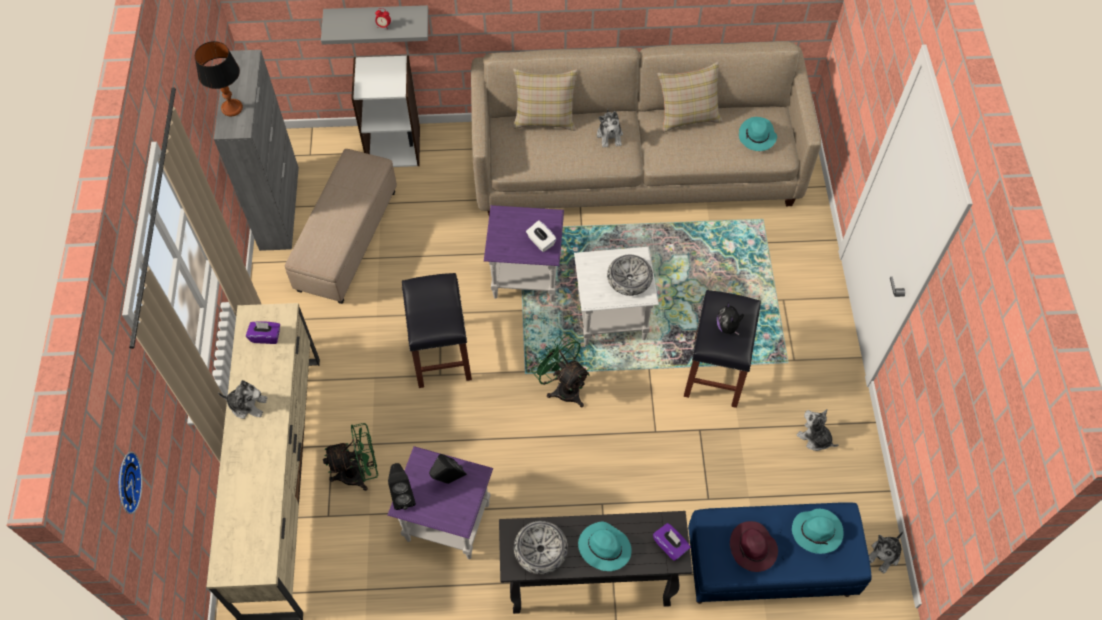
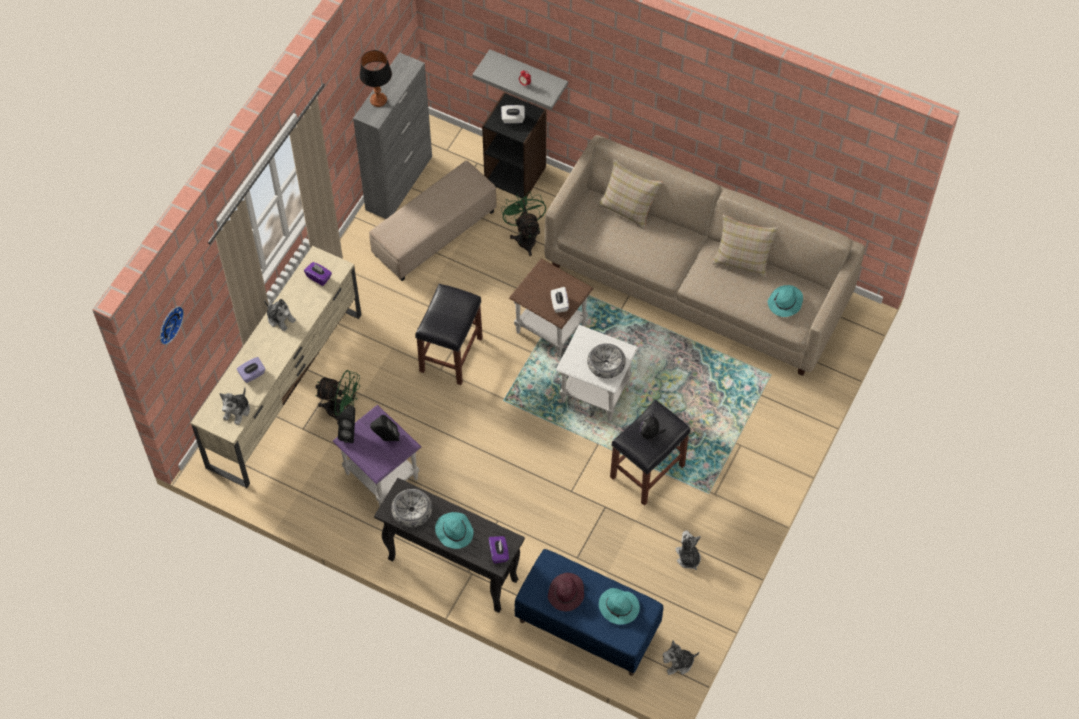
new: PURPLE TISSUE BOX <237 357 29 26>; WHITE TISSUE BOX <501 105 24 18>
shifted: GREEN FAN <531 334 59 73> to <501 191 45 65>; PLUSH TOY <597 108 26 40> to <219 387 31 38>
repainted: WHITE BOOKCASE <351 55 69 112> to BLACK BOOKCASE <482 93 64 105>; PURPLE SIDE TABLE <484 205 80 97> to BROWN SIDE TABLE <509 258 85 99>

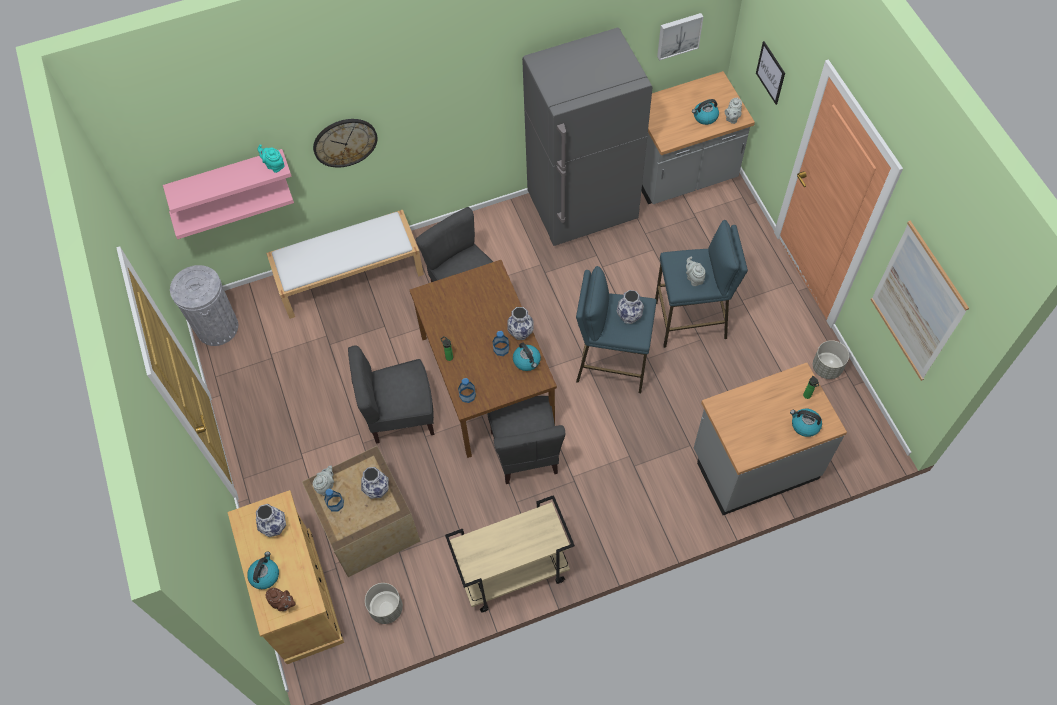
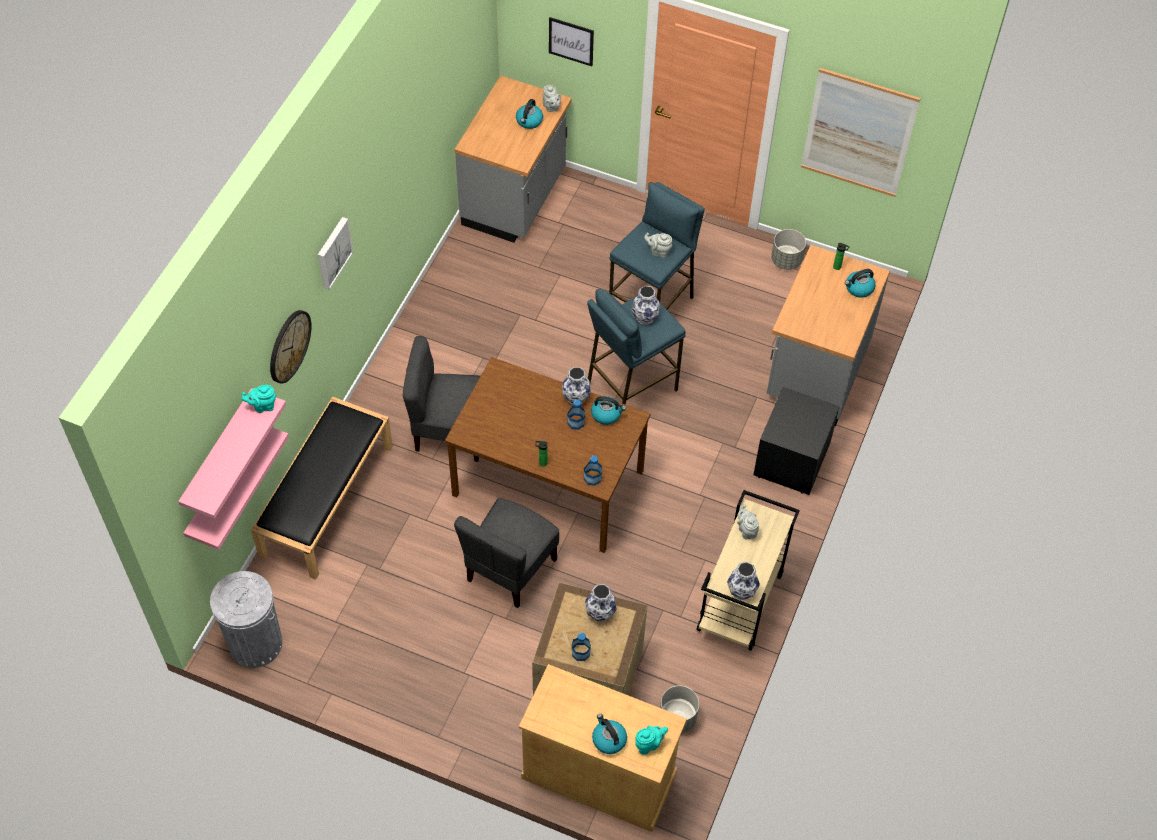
gone: GREY CHAIR <487 396 79 88>; GREY FRIDGE <522 28 131 218>
new: BLACK NIGHTSTAND <753 387 87 108>
shifted: VASE <256 504 30 33> to <727 562 33 38>; GREY TEAPOT <313 465 21 31> to <737 504 22 35>; PICTURE <657 13 46 48> to <318 217 35 73>
repainted: WHITE BENCH <266 210 158 109> to BLACK BENCH <251 396 142 184>; BROWN TEAPOT <266 588 30 23> to TURQUOISE TEAPOT <635 726 33 29>

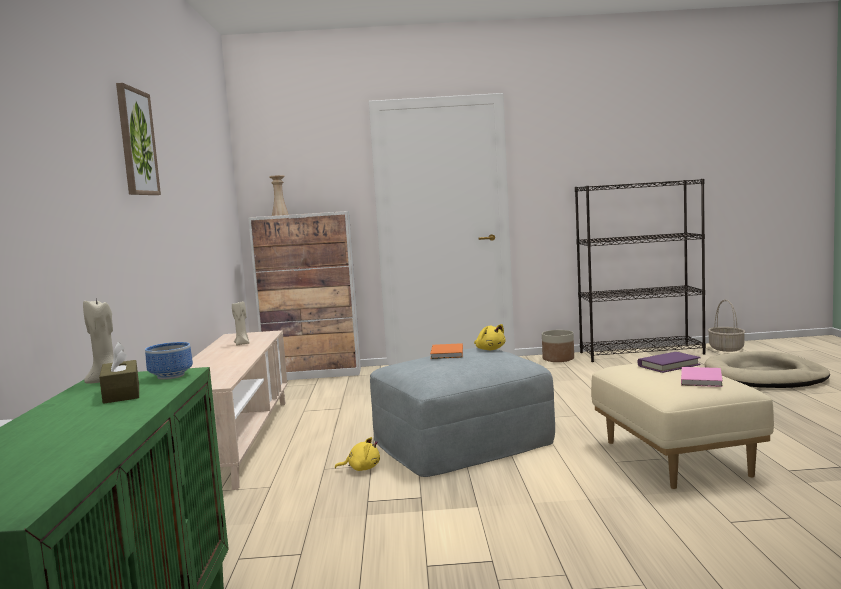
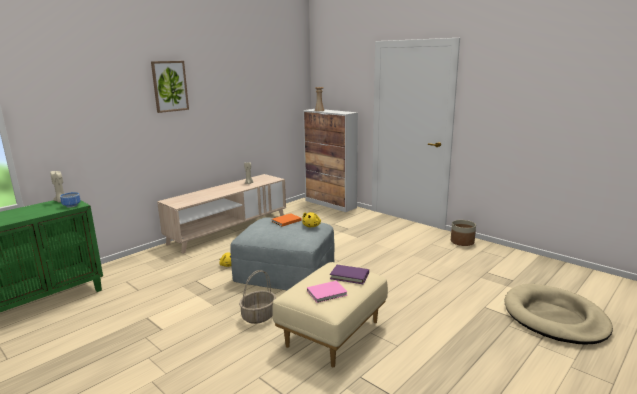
gone: BROWN TISSUE BOX <99 342 40 62>; BLACK BOOKCASE <575 179 131 183>
shifted: BASKET <708 300 37 52> to <239 270 37 54>

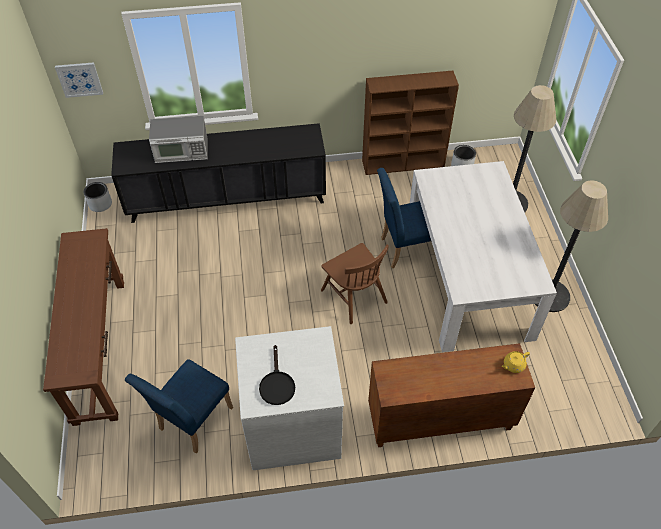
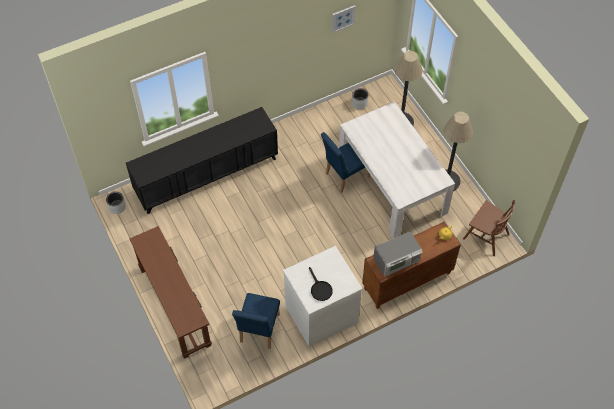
gone: BROWN BOOKCASE <362 71 97 104>
shifted: PICTURE <55 62 48 36> to <332 5 24 28>; MICROWAVE <149 116 59 47> to <373 231 49 46>; BROWN CHAIR <321 243 68 81> to <463 200 52 56>

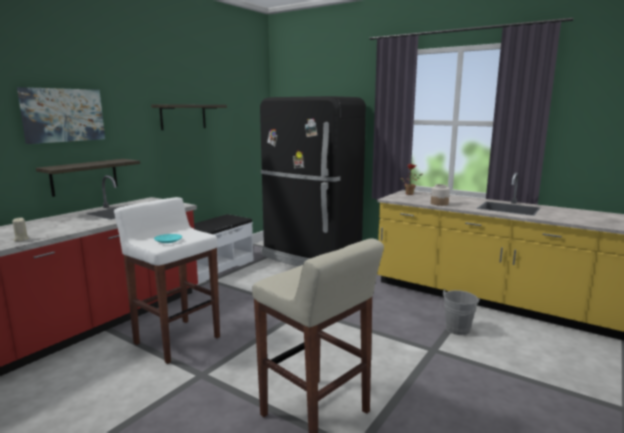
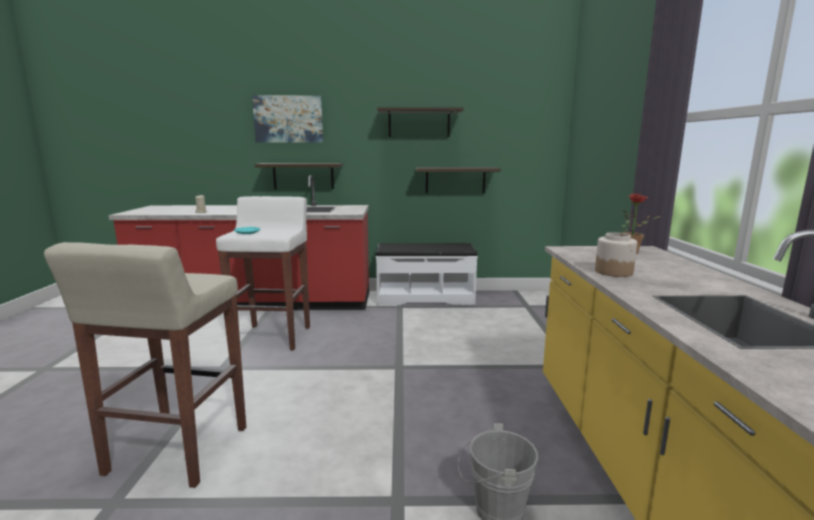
gone: BLACK FRIDGE <260 96 106 170>
new: SHELF <416 167 85 26>

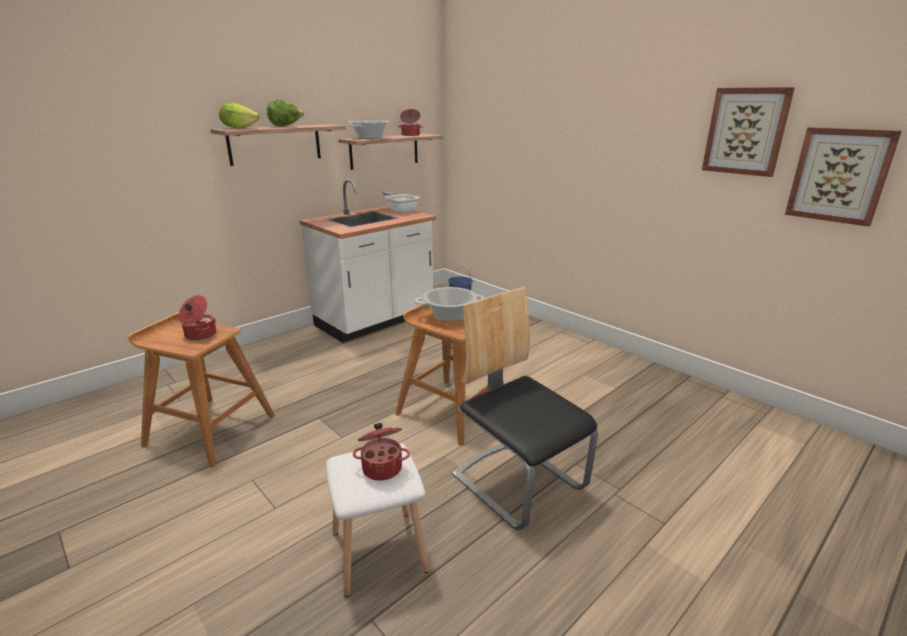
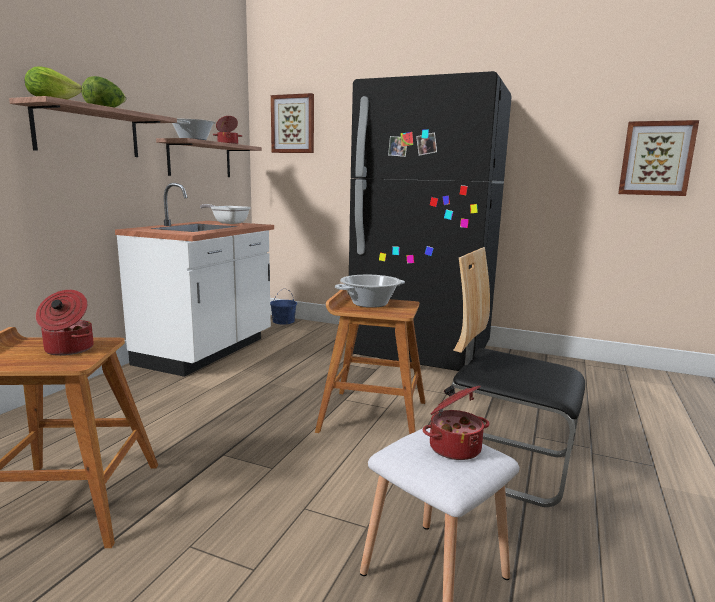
new: BLACK FRIDGE <348 71 164 300>
shifted: PICTURE <702 87 93 90> to <271 93 43 60>

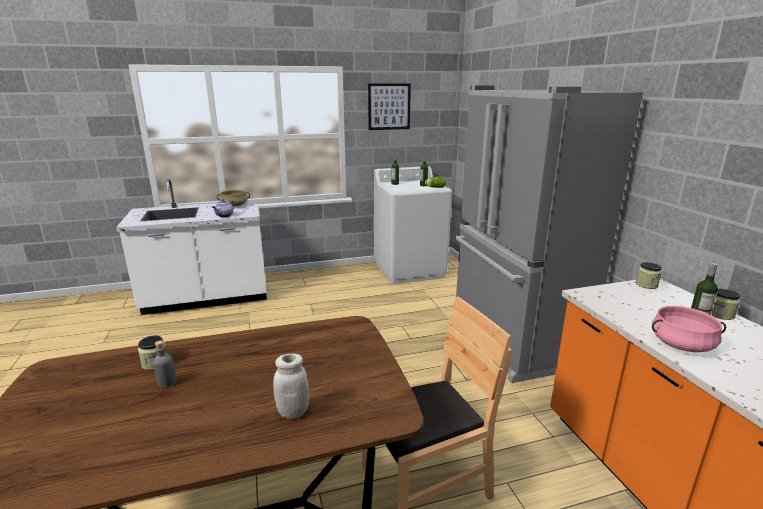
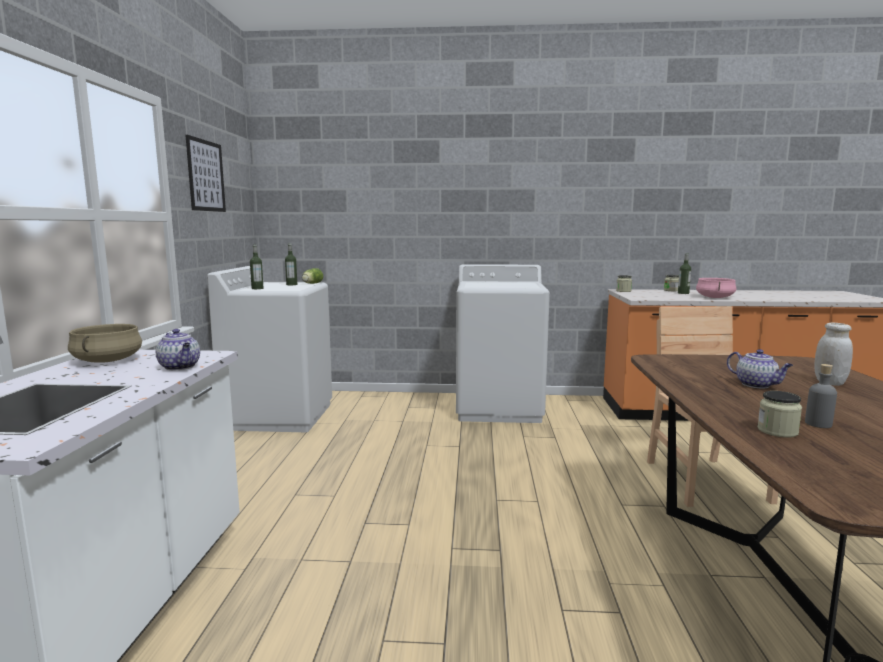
new: TEAPOT <727 349 66 39>
swapped: GREY FRIDGE <455 86 188 297> to WHITE WASHING MACHINE <456 264 94 159>

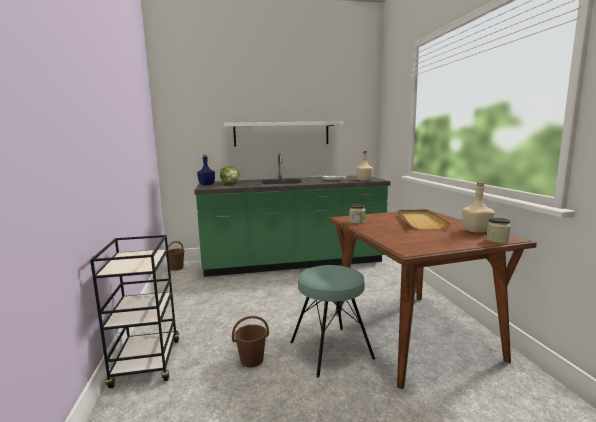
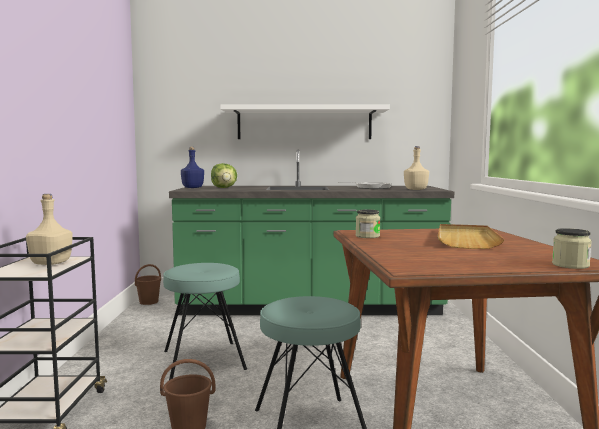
new: TURQUOISE STOOL <163 263 84 117>
shifted: BEIGE BOTTLE <462 182 33 51> to <26 194 47 71>

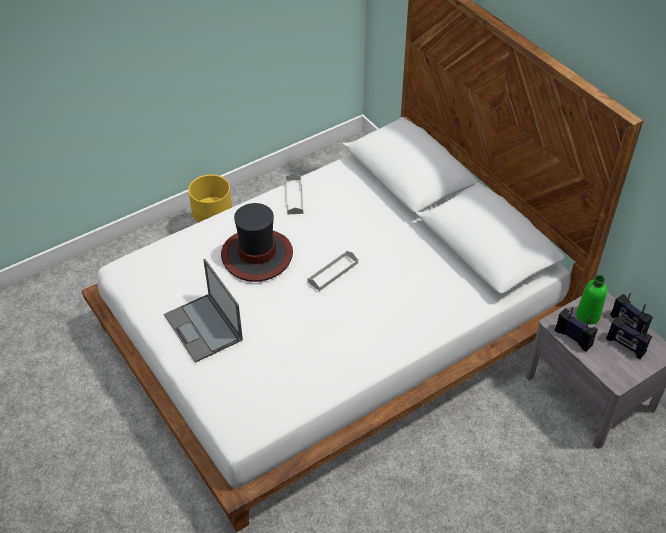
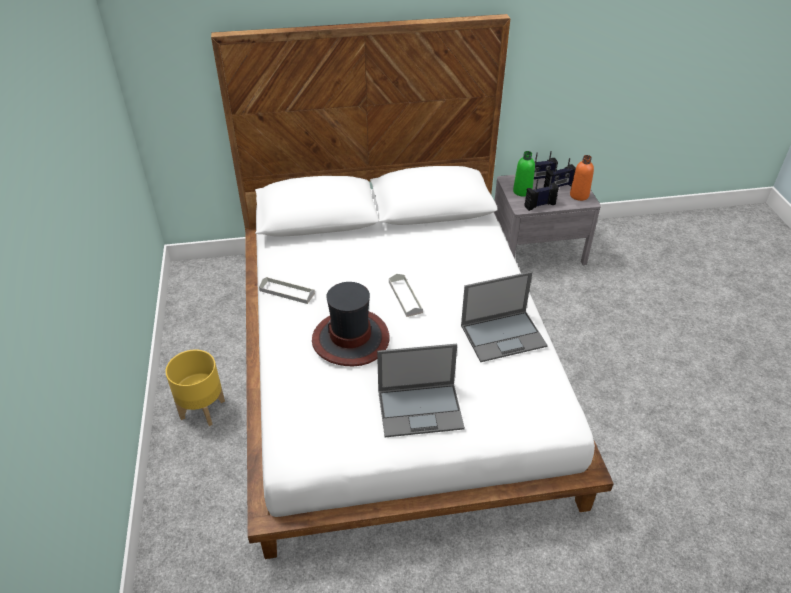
new: LAPTOP <461 271 87 91>; ORANGE BOTTLE <570 155 24 46>

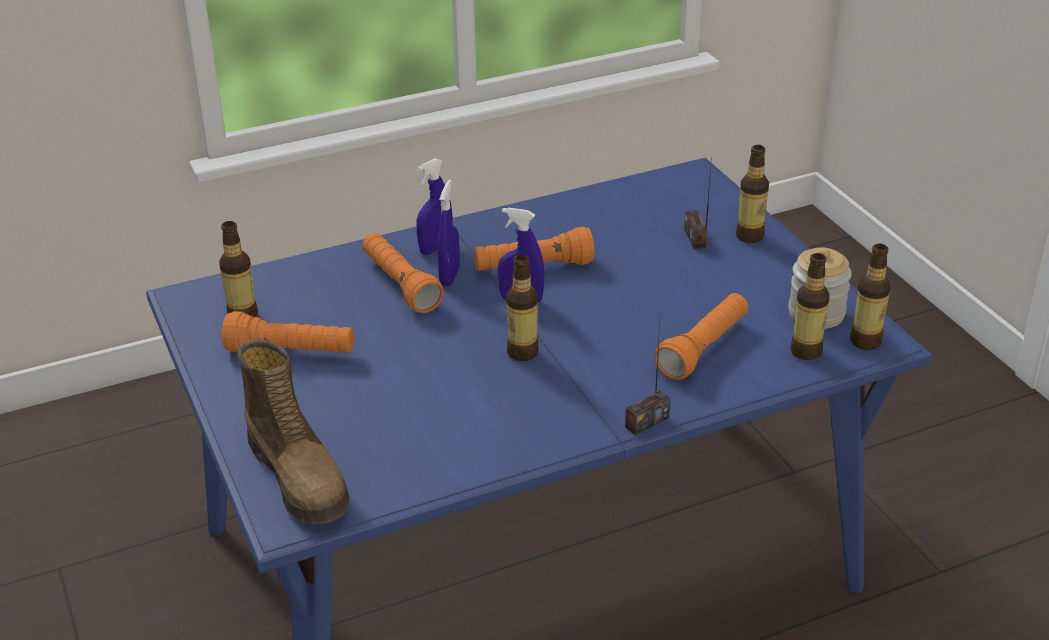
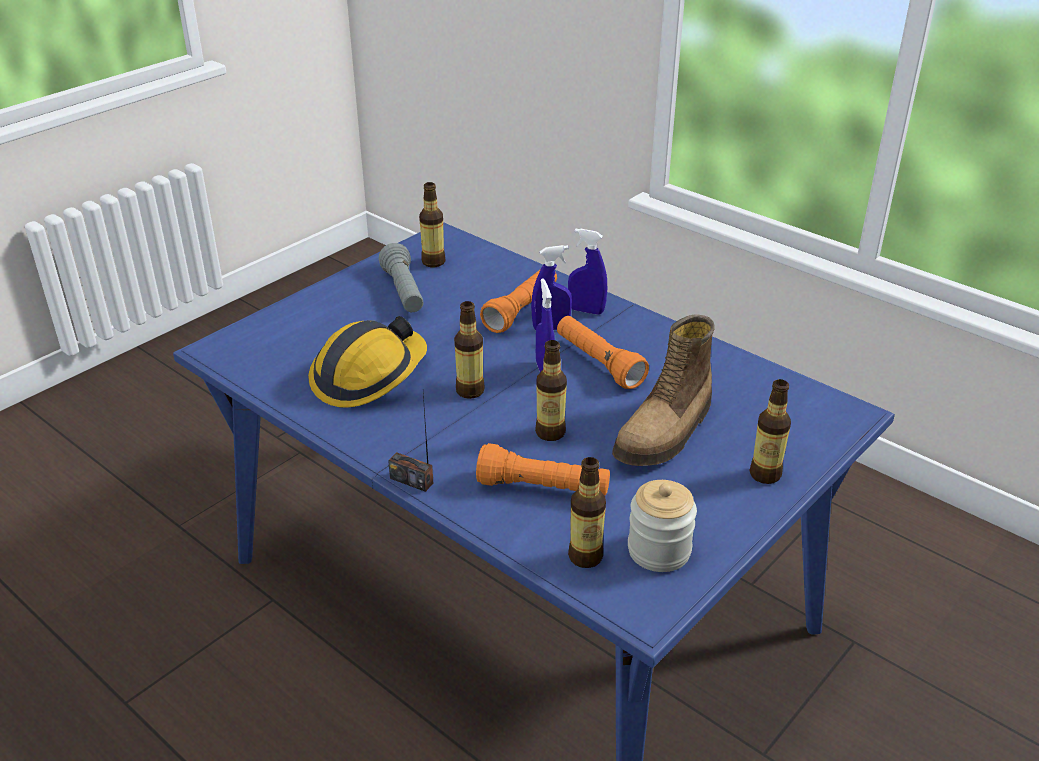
gone: RADIO <684 155 28 94>
new: HARD HAT <308 316 119 92>
shifted: BOOT <237 339 113 185> to <612 315 103 151>; BOTTLE <850 244 41 106> to <535 340 32 101>
repainted: ORANGE FLASHLIGHT <222 311 132 42> to GREY FLASHLIGHT <379 243 44 69>

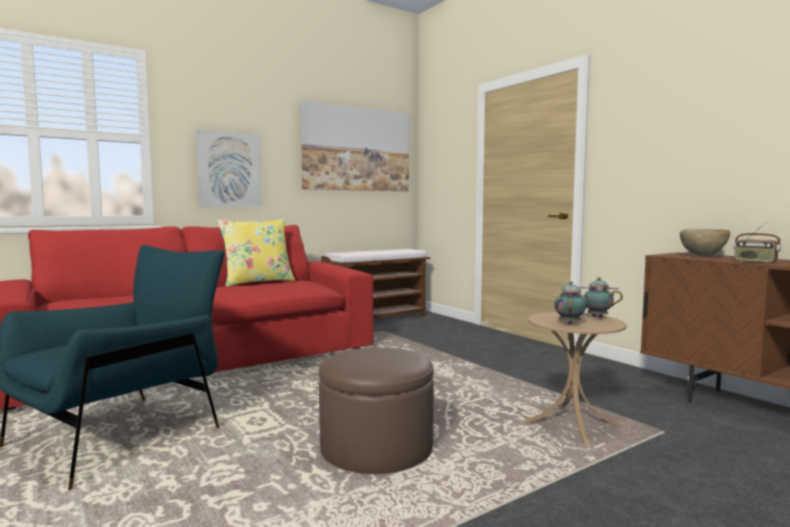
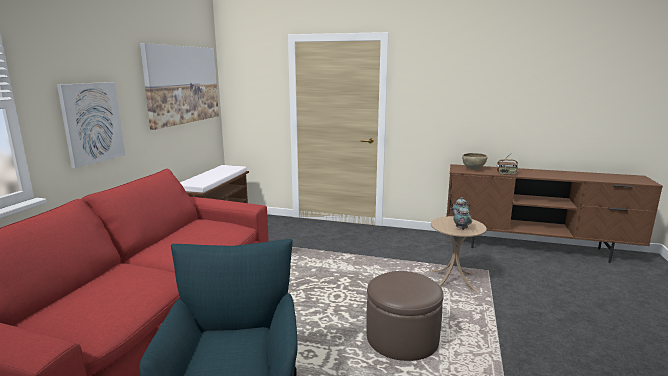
gone: YELLOW PILLOW <217 219 78 68>

